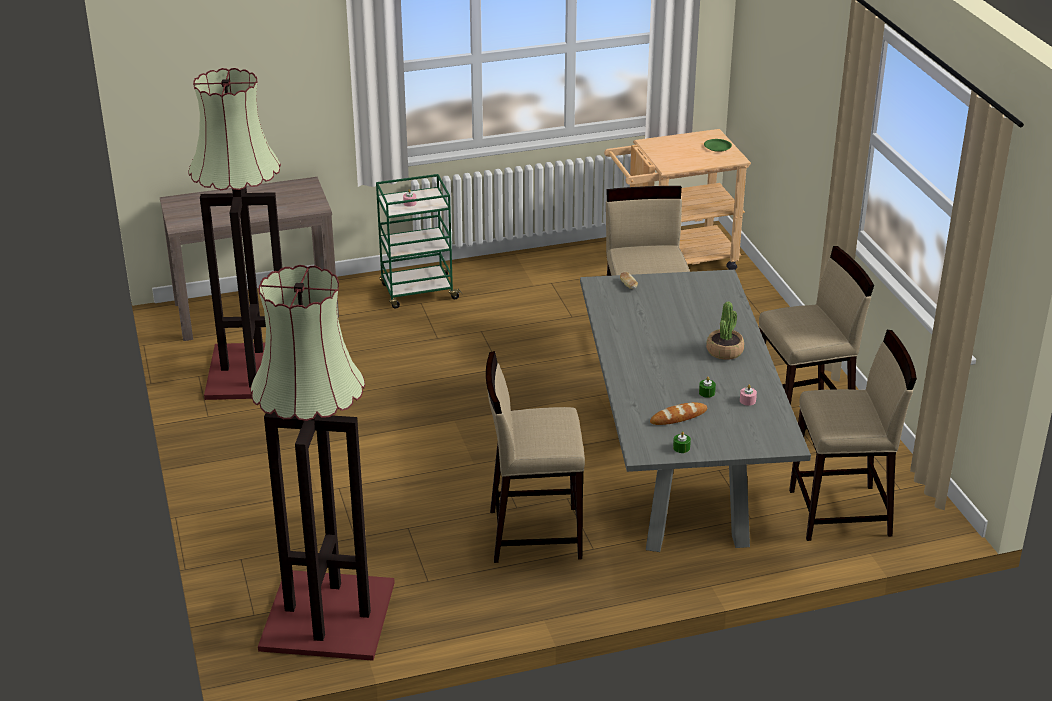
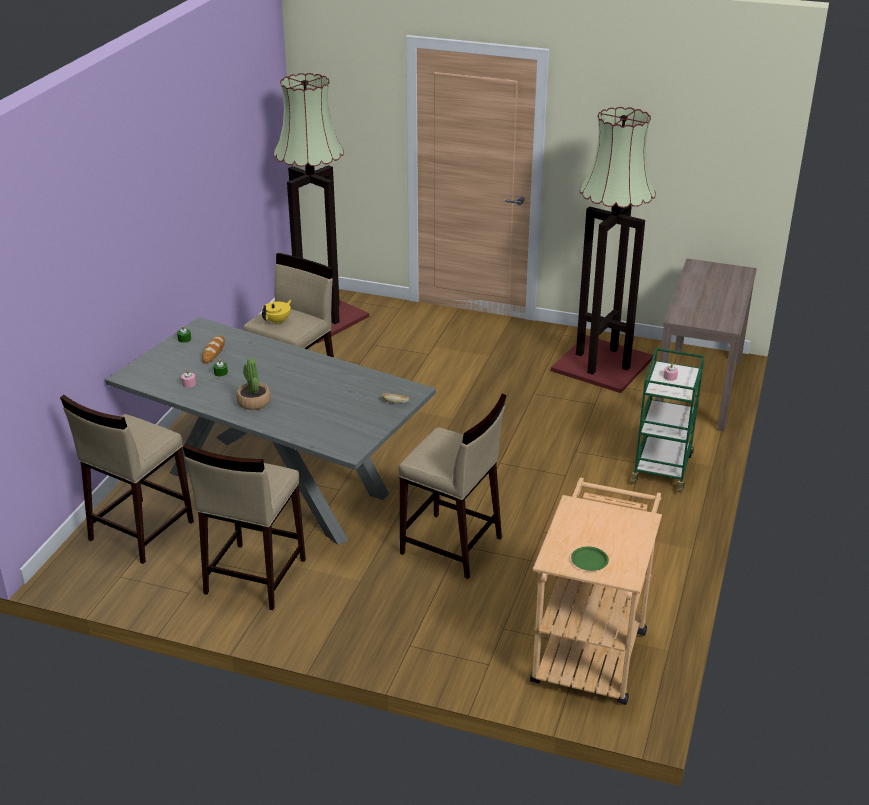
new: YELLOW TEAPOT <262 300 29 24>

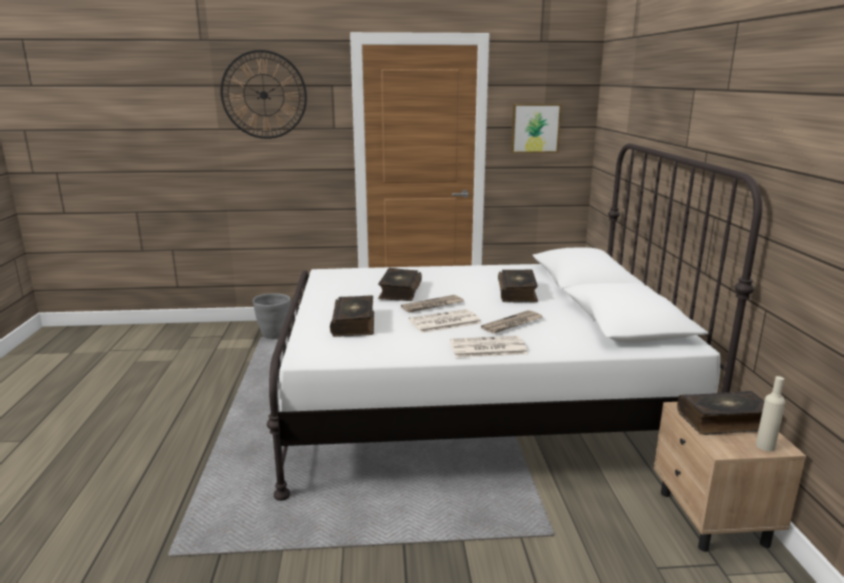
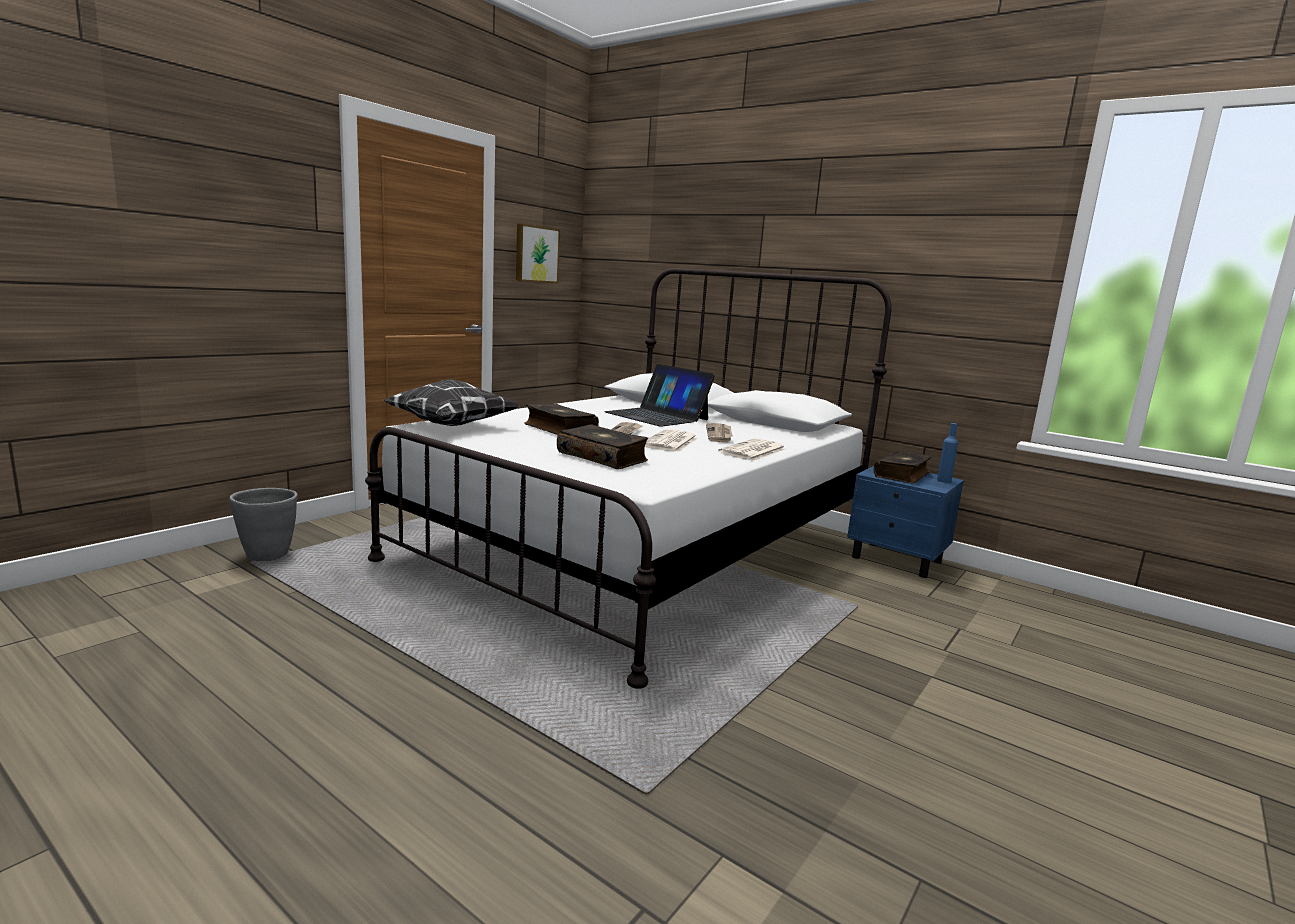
gone: WALL CLOCK <220 50 87 89>
new: PILLOW <384 379 135 47>
swapped: BOOK <498 270 40 32> to LAPTOP <605 364 110 63>
repainted: BEIGE NIGHTSTAND <654 402 152 150> to BLUE NIGHTSTAND <847 466 117 112>; BEIGE BOTTLE <756 376 29 75> to BLUE BOTTLE <937 423 21 60>

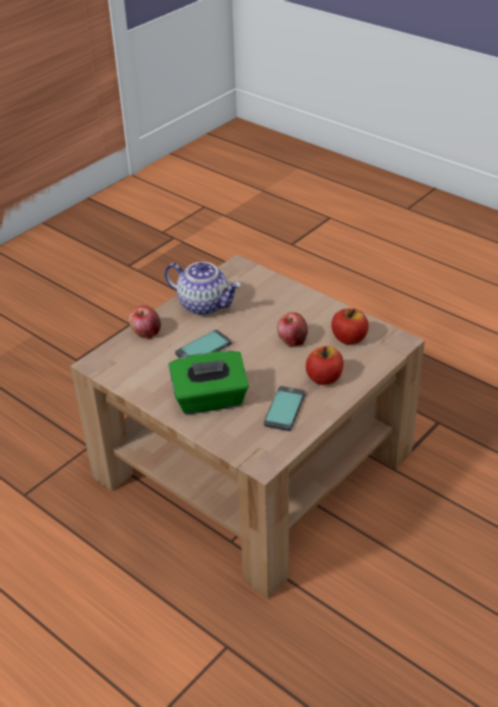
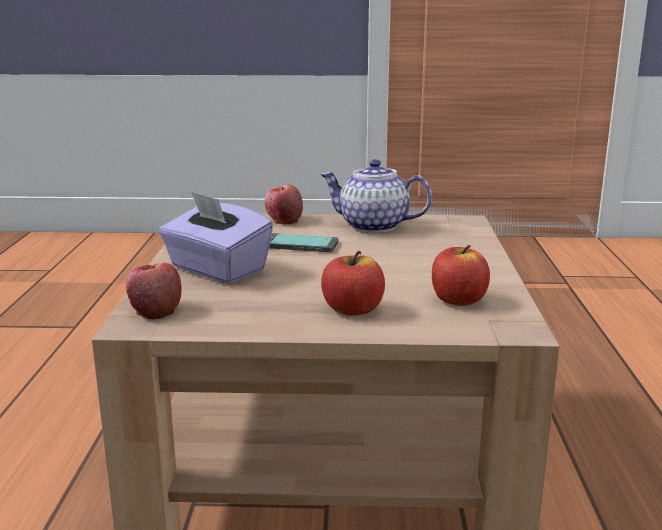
gone: PHONE <264 386 41 45>
shifted: APPLE <277 312 31 35> to <126 263 56 57>
repainted: GREEN TISSUE BOX <169 351 80 63> to PURPLE TISSUE BOX <159 191 114 93>
rotated: TEAPOT <165 262 76 53> = <320 159 112 74> 120 degrees clockwise

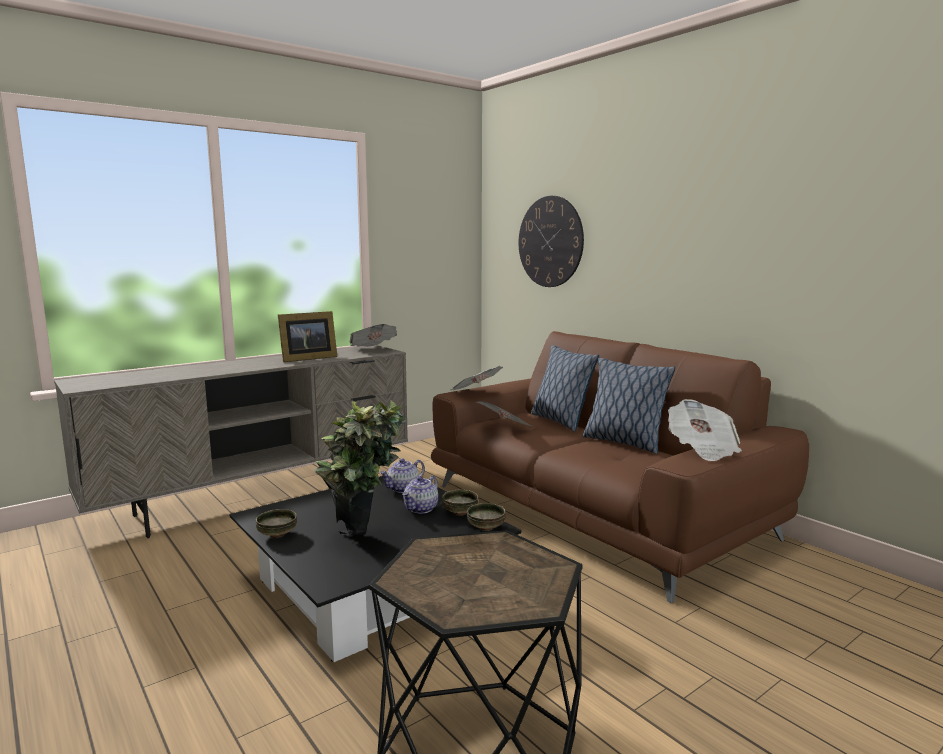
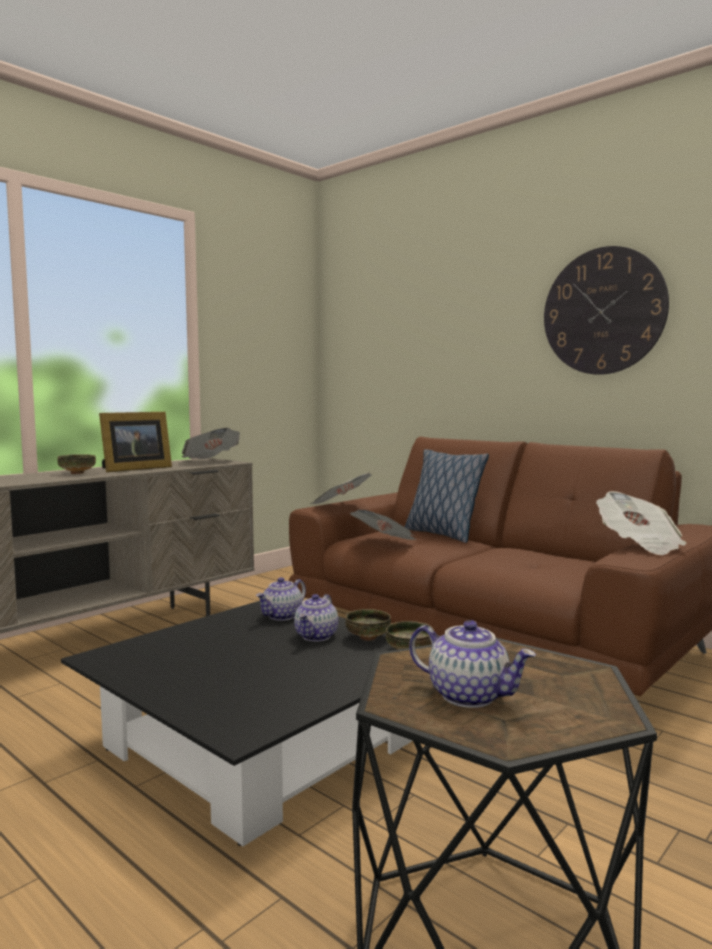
gone: POTTED PLANT <314 400 93 136>; PILLOW <583 358 92 96>
new: TEAPOT <409 620 127 88>
shifted: BOWL <256 509 41 29> to <58 454 38 20>; WALL CLOCK <519 196 65 91> to <544 246 125 129>

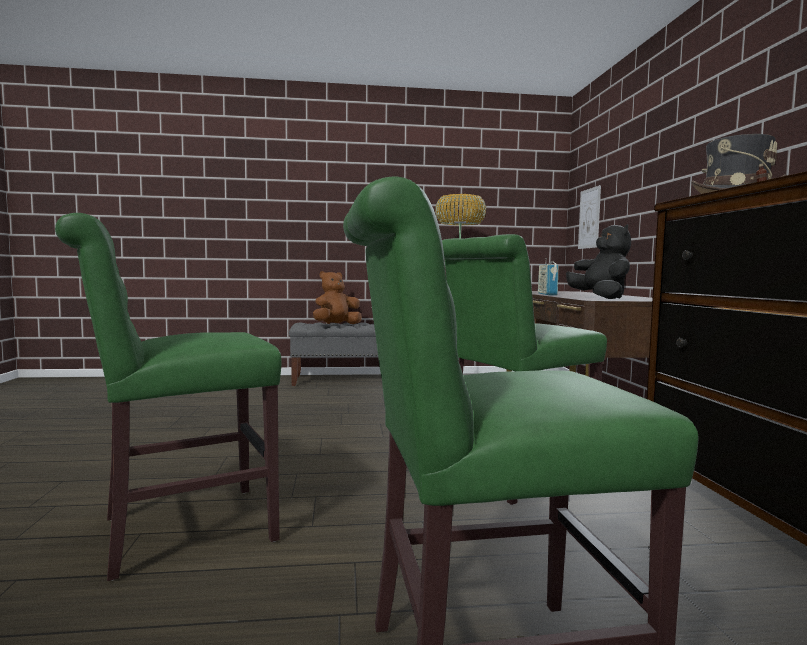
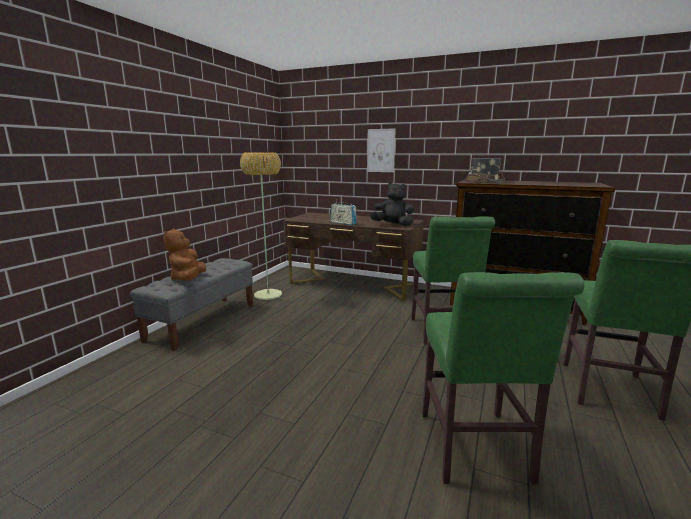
shifted: PICTURE <578 185 23 64> to <367 128 29 44>

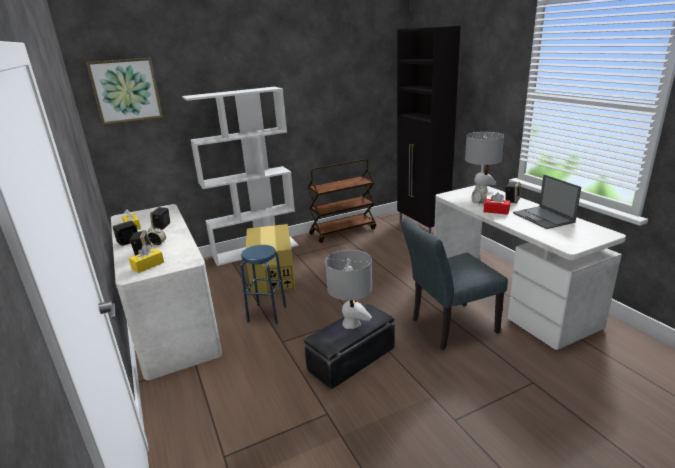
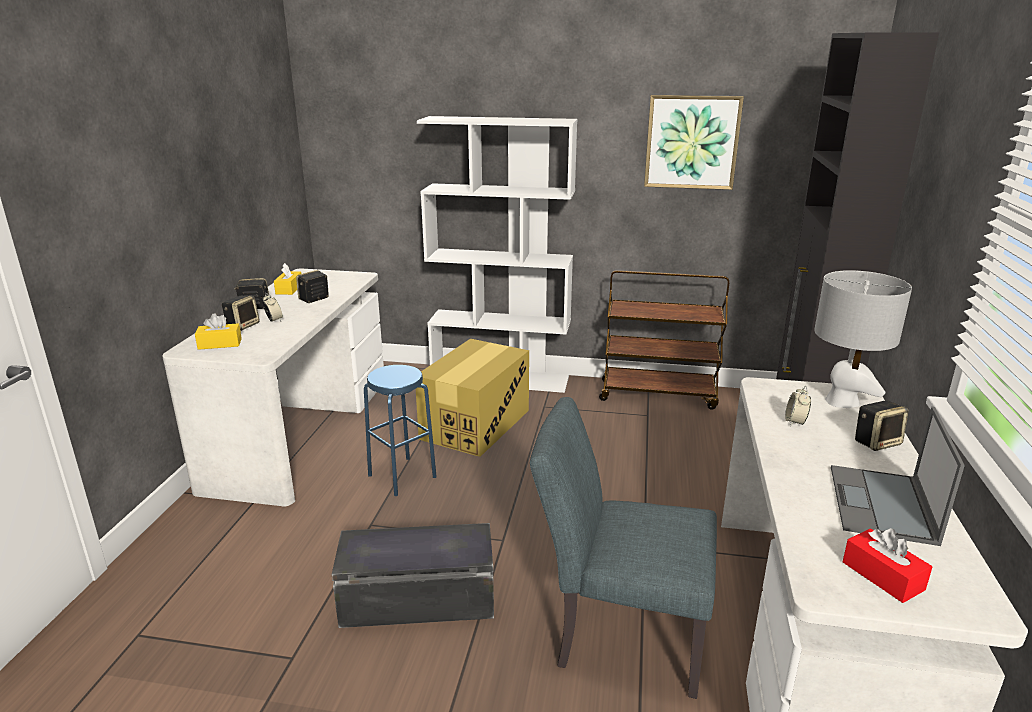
gone: GREY TABLE LAMP <325 250 47 79>
shifted: PICTURE <86 58 77 67> to <644 95 100 95>; RED TISSUE BOX <484 193 26 22> to <843 528 89 75>

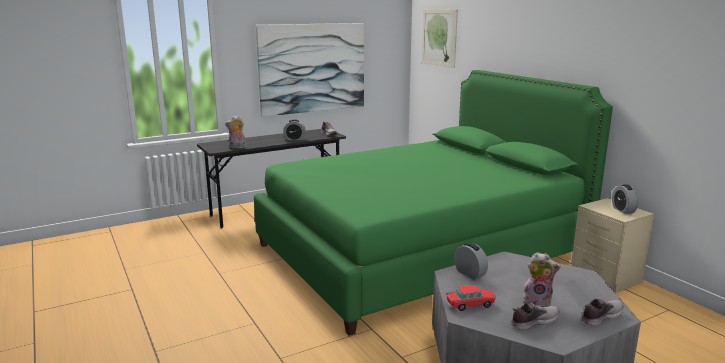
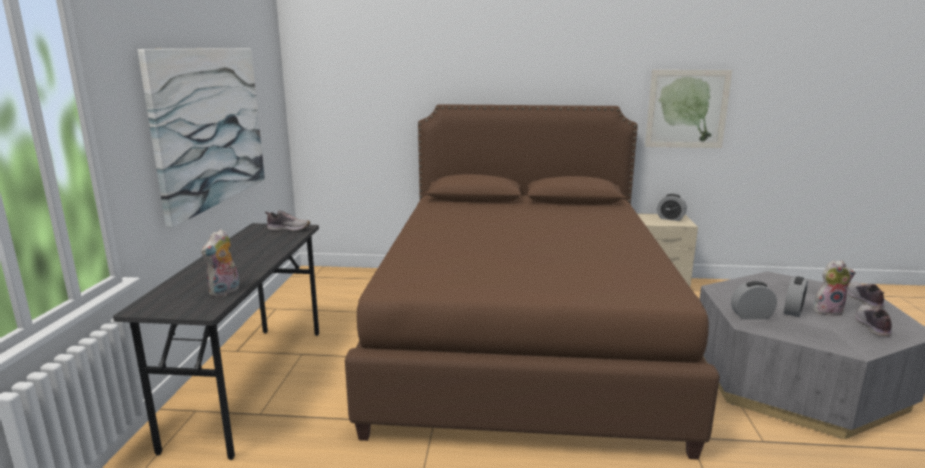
gone: TOY CAR <446 285 50 26>
shifted: ALARM CLOCK <283 119 23 21> to <784 276 24 41>; PICTURE <421 10 37 58> to <645 70 87 78>
repainted: GREEN BED <254 70 359 266> to BROWN BED <345 104 375 356>
rotated: PLUSH TOY <522 252 39 55> = <813 260 43 56> 45 degrees clockwise

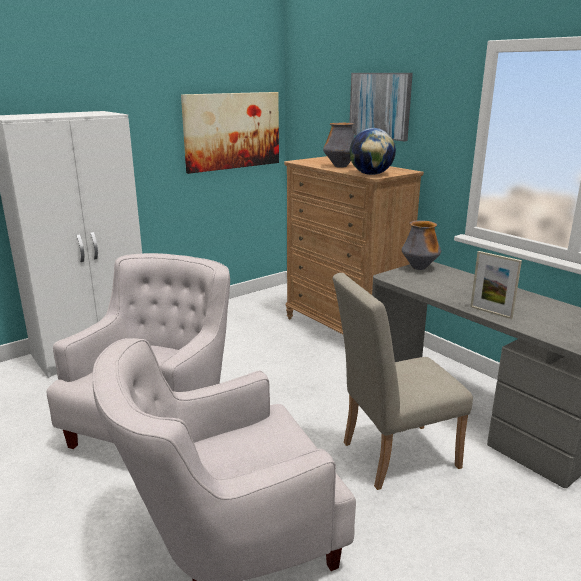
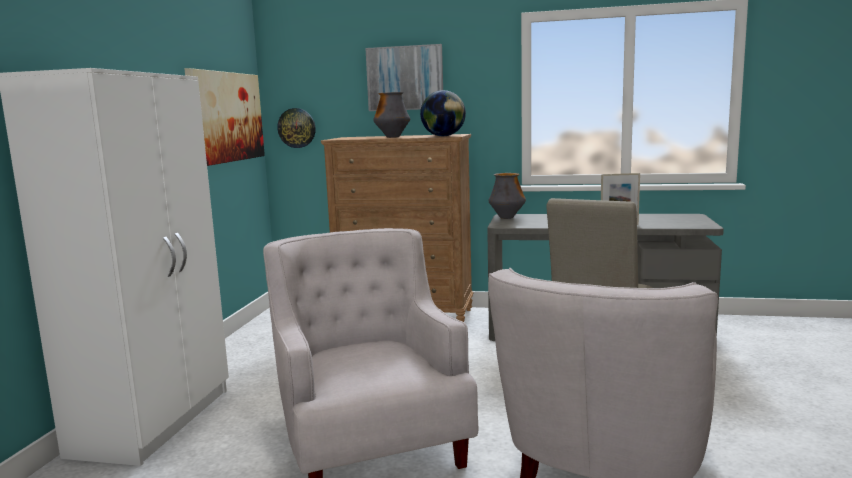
new: WALL CLOCK <277 108 39 40>

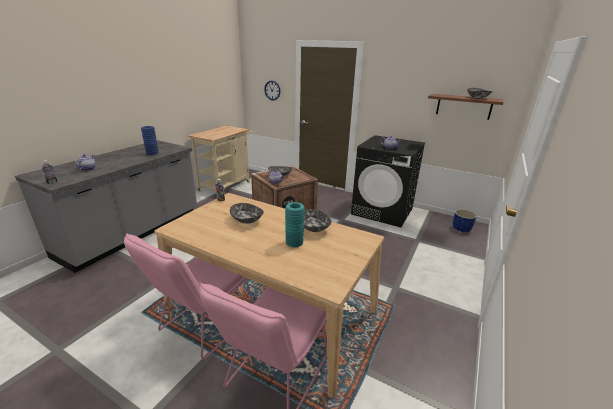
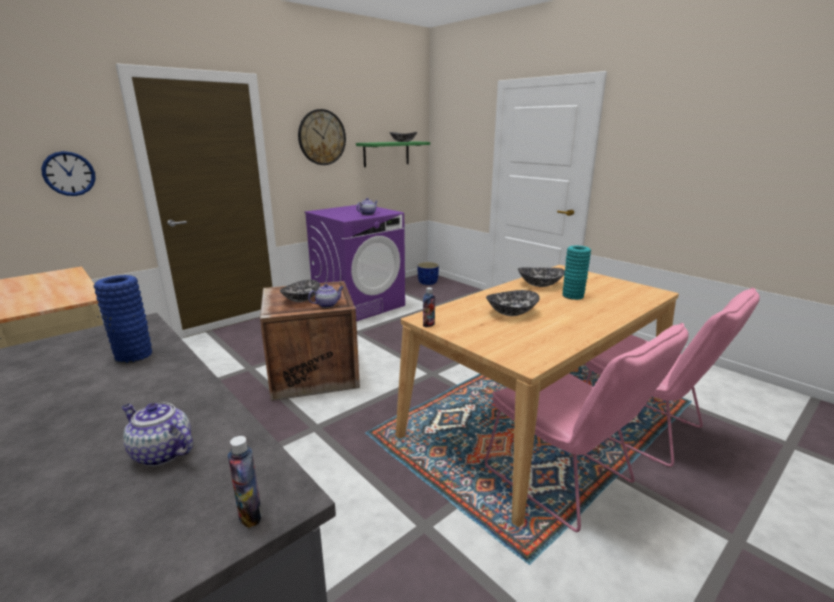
new: WALL CLOCK <298 109 48 56>
repainted: BLACK WASHING MACHINE <351 135 74 92> to PURPLE WASHING MACHINE <304 204 101 117>; BROWN SHELF <428 94 76 26> to GREEN SHELF <356 141 74 26>

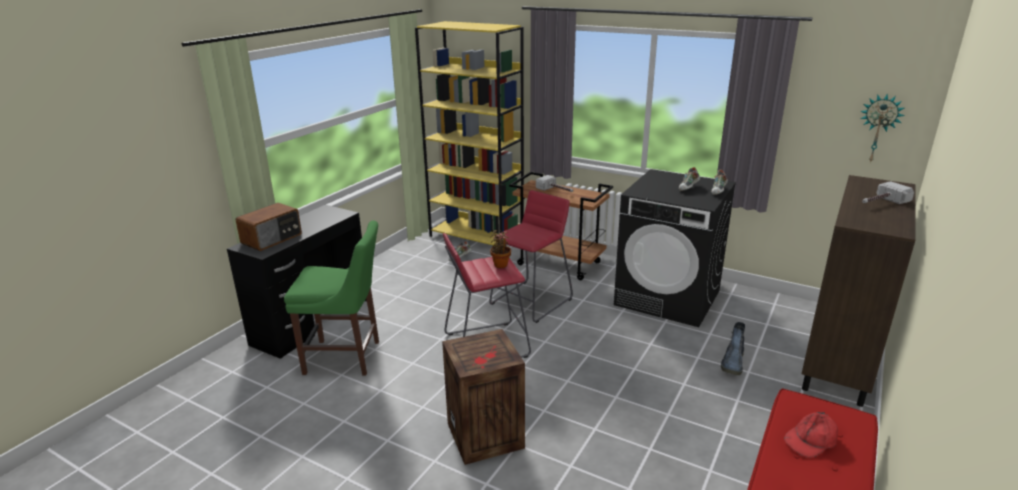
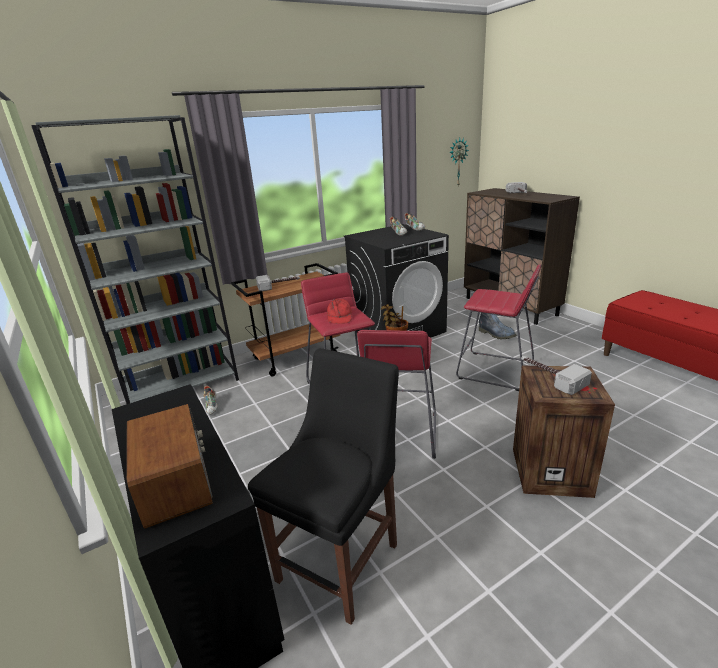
new: RED STOOL <456 264 85 127>; HAMMER <521 356 71 39>
shifted: RED CAP <784 412 54 46> to <327 299 25 25>
repainted: GREEN CHAIR <284 220 95 156> to BLACK CHAIR <248 348 151 277>; YELLOW BOOKCASE <415 21 109 224> to GREY BOOKCASE <31 115 208 289>

